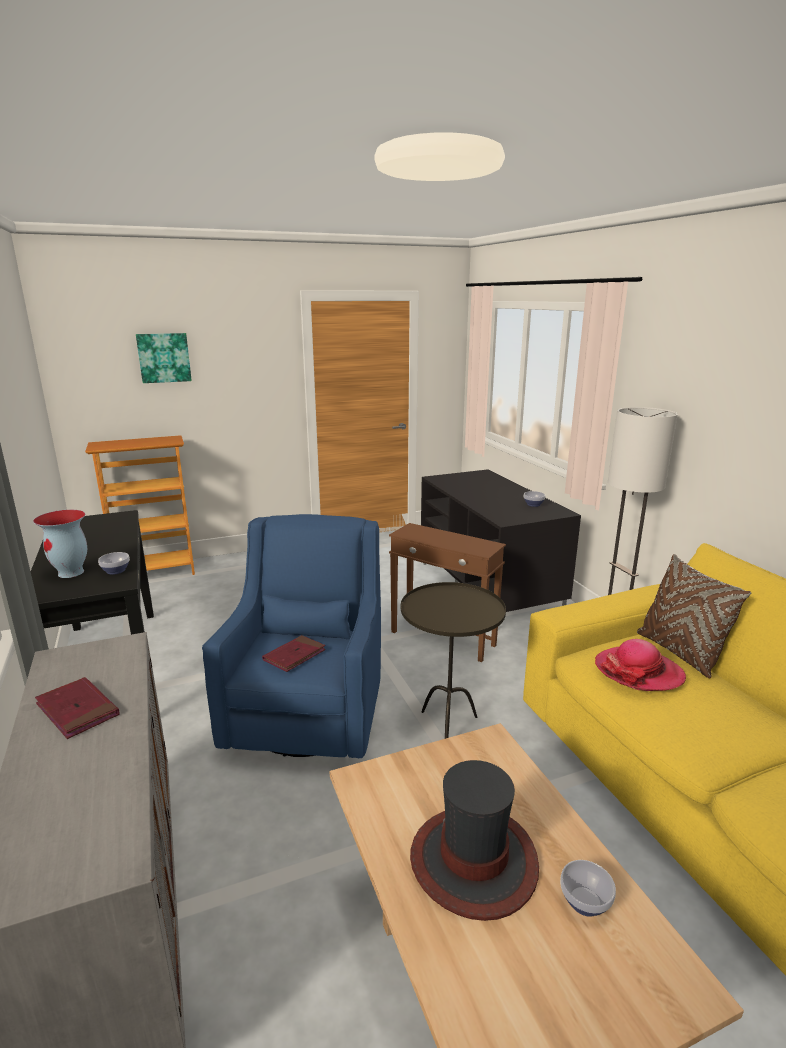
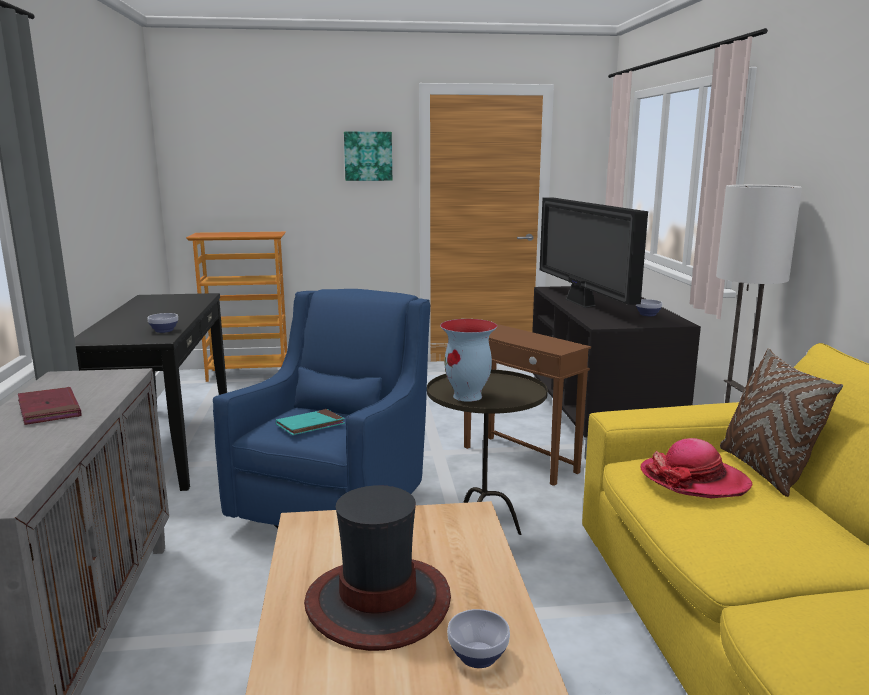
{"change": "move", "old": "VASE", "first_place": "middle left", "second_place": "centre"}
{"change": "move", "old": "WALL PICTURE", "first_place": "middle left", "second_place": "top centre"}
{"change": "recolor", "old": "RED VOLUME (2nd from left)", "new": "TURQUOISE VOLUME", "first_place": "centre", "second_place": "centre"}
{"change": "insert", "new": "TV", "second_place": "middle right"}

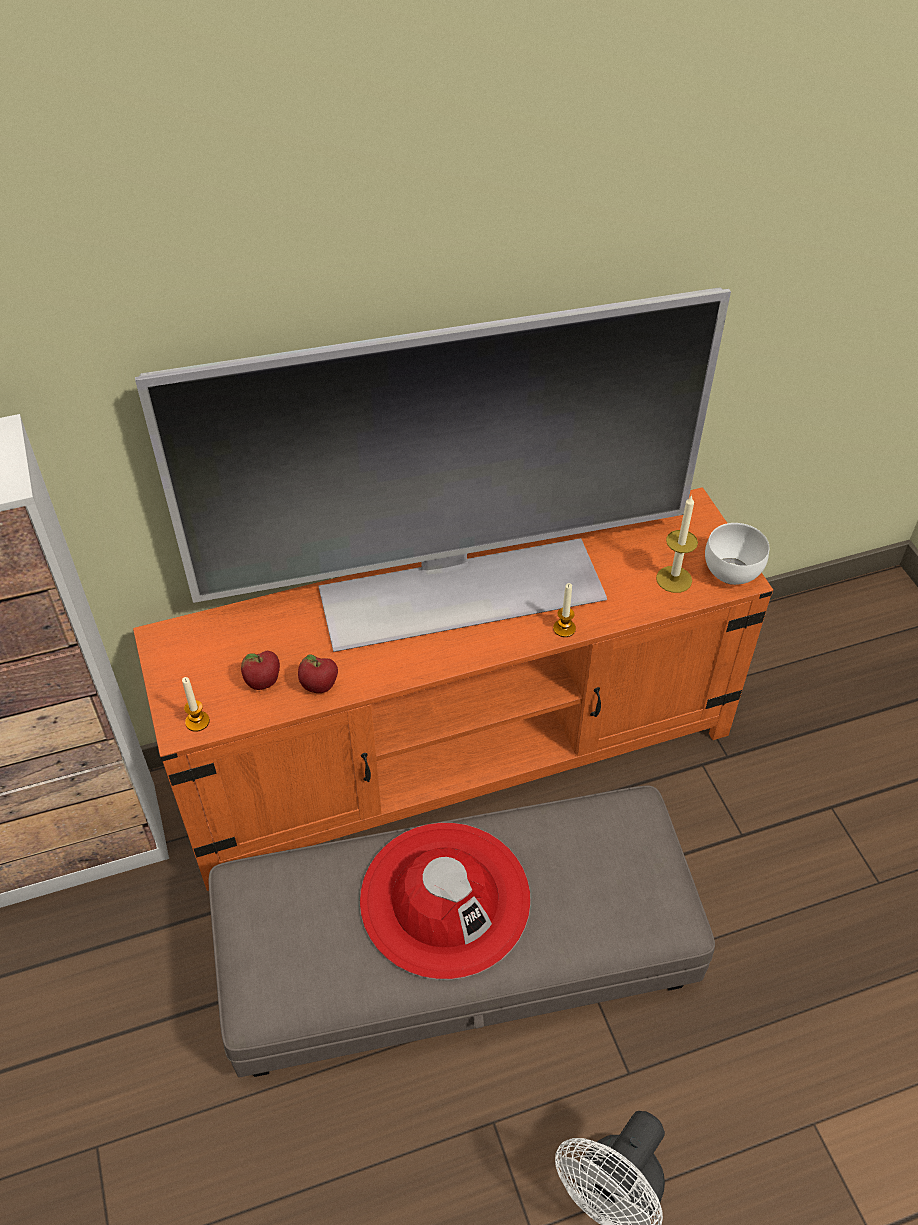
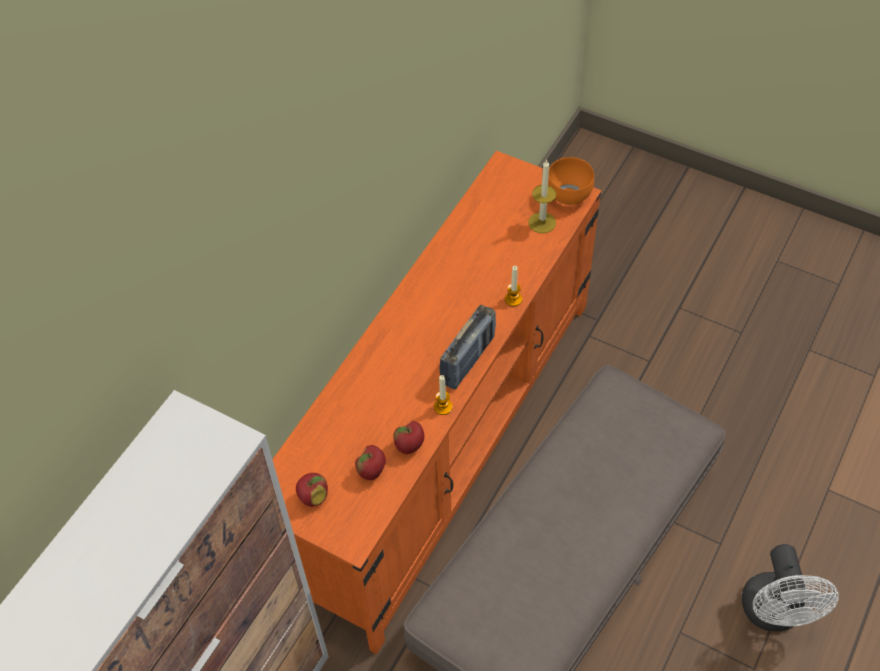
{"change": "delete", "old": "TV", "first_place": "centre"}
{"change": "move", "old": "WAX CANDLE (1st from left)", "first_place": "middle left", "second_place": "centre"}
{"change": "delete", "old": "RED WEARABLE HAT", "first_place": "bottom centre"}
{"change": "recolor", "old": "WHITE-COLOURED DEEP DISH", "new": "ORANGE DEEP DISH", "first_place": "middle right", "second_place": "top centre"}
{"change": "insert", "new": "APPLE FRUIT (1st from left)", "second_place": "bottom centre"}
{"change": "insert", "new": "RADIO", "second_place": "centre"}

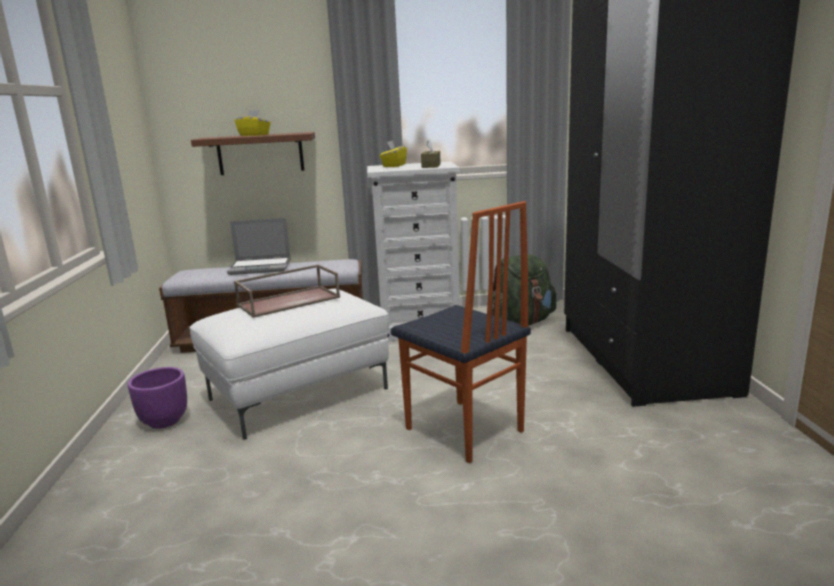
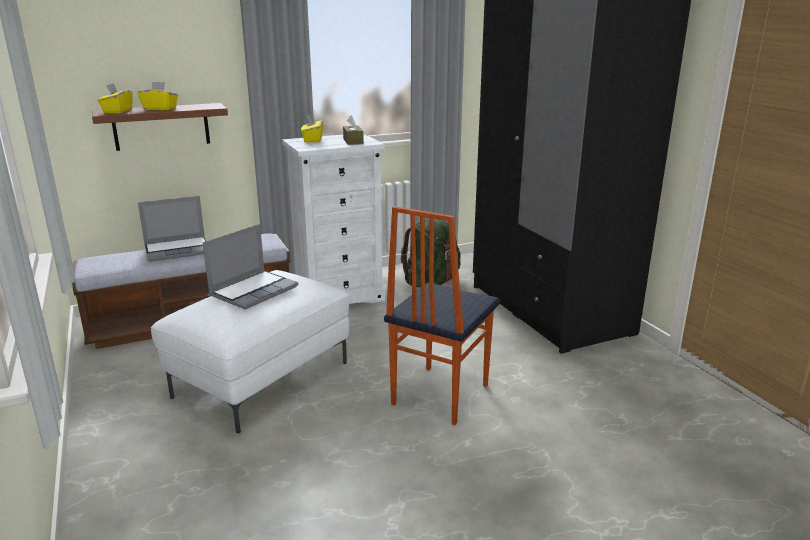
{"change": "delete", "old": "PURPLISH PLANT POT", "first_place": "bottom left"}
{"change": "replace", "old": "BROWNISH TRAY", "new": "PORTABLE COMPUTER (2nd from left)", "first_place": "centre", "second_place": "middle left"}
{"change": "rotate", "old": "PLAIN CHAIR", "first_place": "centre", "second_place": "centre", "degrees": 90}
{"change": "insert", "new": "YELLOWISH TISSUE HOLDER (1st from left)", "second_place": "top left"}

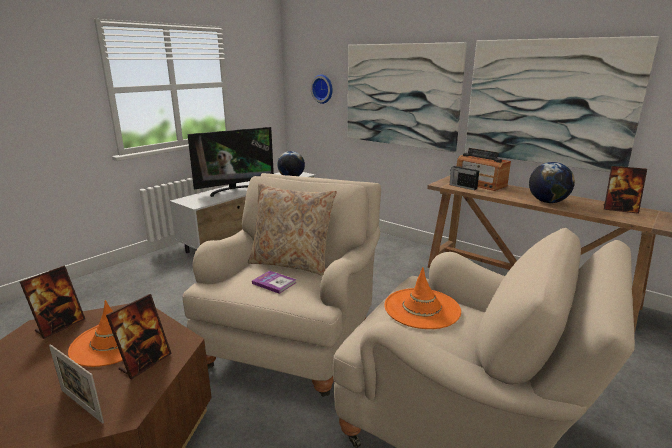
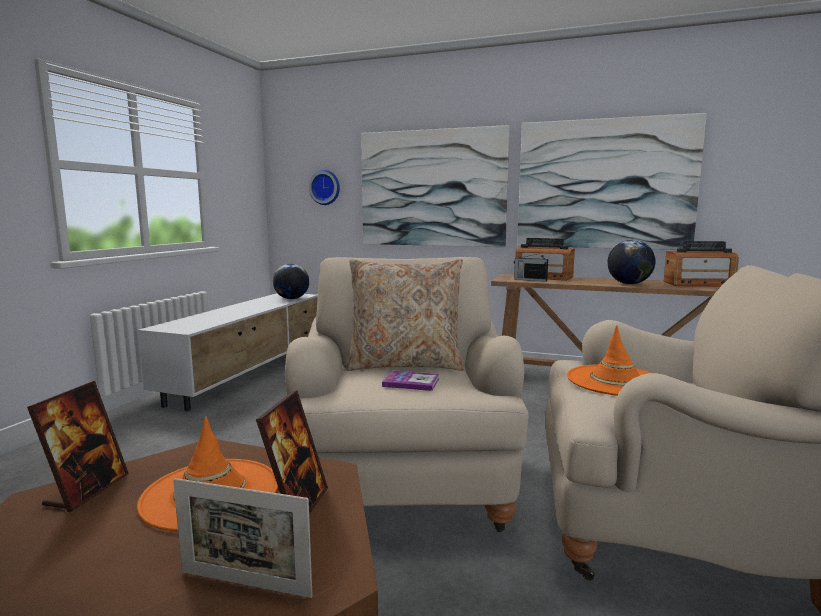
{"change": "delete", "old": "TV", "first_place": "centre"}
{"change": "replace", "old": "PICTURE FRAME (4th from left)", "new": "RADIO (3rd from left)", "first_place": "middle right", "second_place": "middle right"}

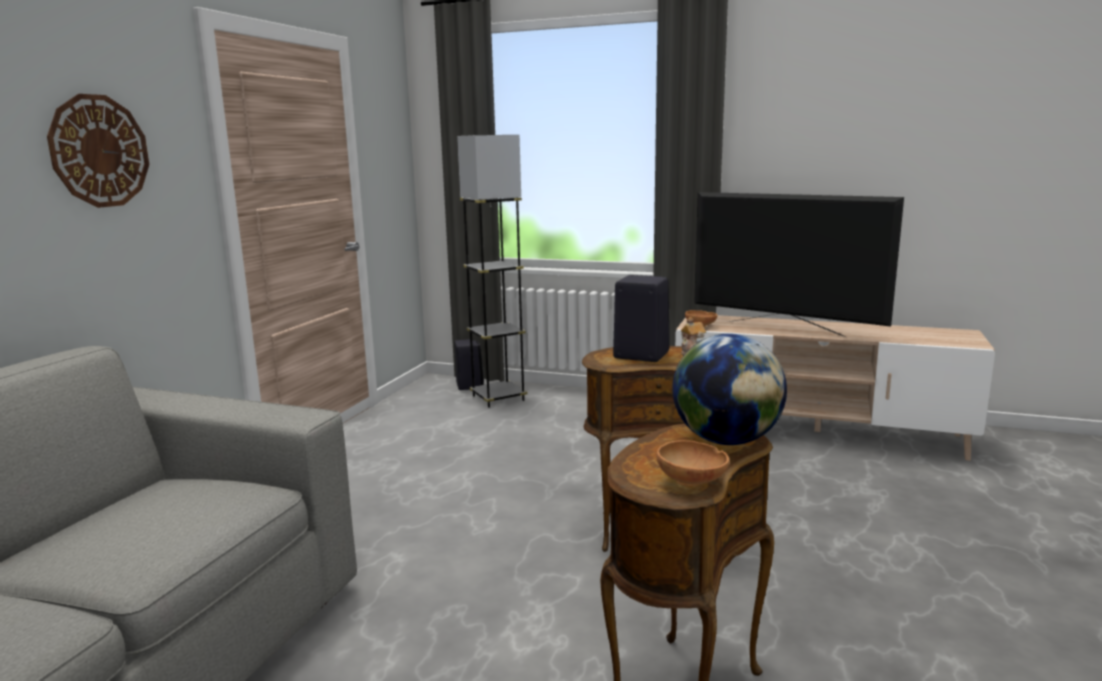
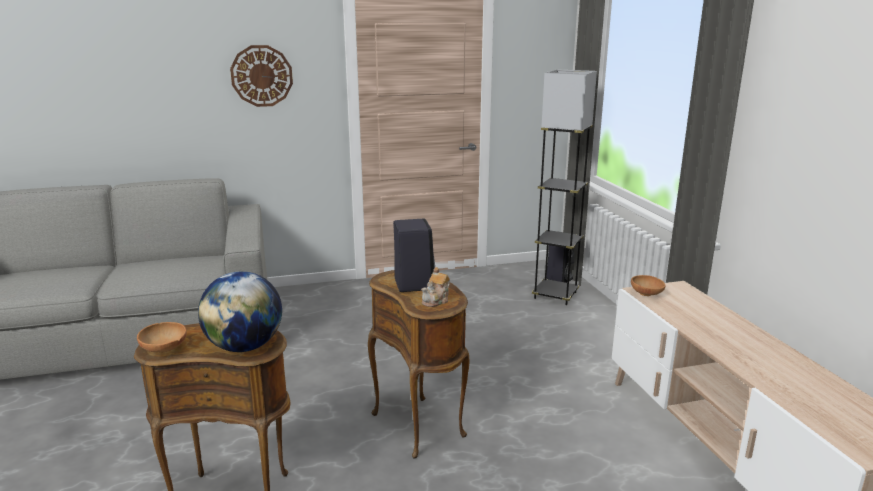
{"change": "delete", "old": "TV", "first_place": "middle right"}

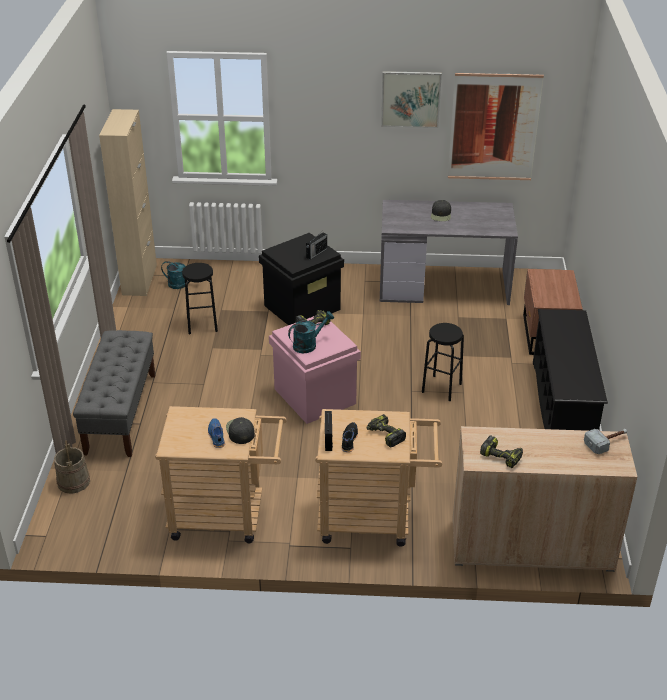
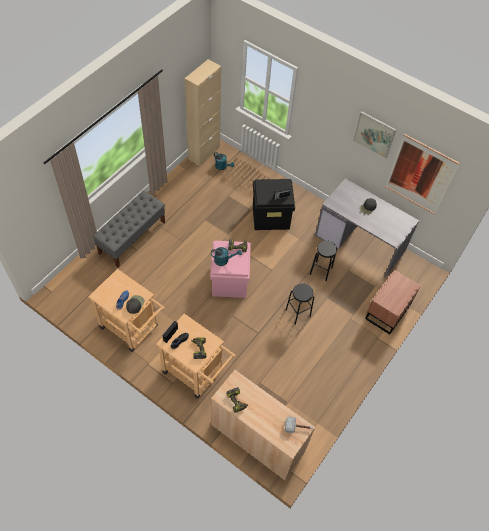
{"change": "delete", "old": "SAND-COLOURED WATER BUCKET", "first_place": "bottom left"}
{"change": "move", "old": "BLACK-COLOURED STOOL SEAT (1st from left in the first image)", "new": "BLACK-COLOURED STOOL SEAT (2nd from left)", "first_place": "middle left", "second_place": "centre"}
{"change": "delete", "old": "BLACK-COLOURED SHOE RACK", "first_place": "middle right"}

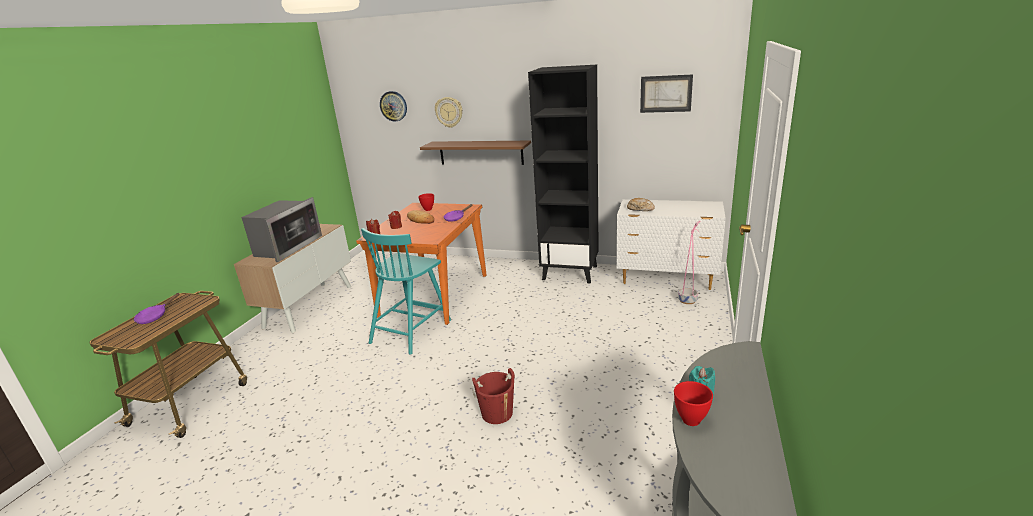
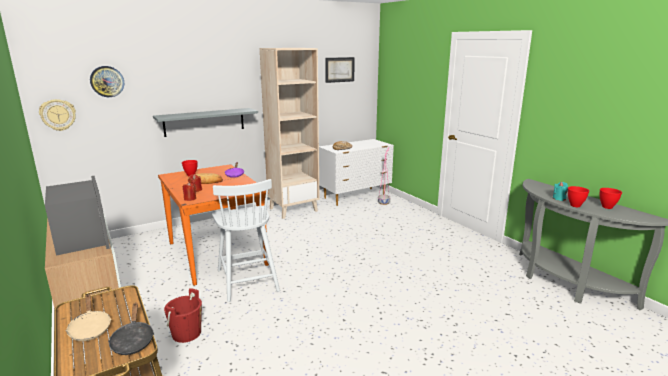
{"change": "recolor", "old": "PURPLISH PAN (1st from left)", "new": "SAND-COLOURED PAN", "first_place": "middle left", "second_place": "bottom left"}
{"change": "recolor", "old": "TURQUOISE PLAIN CHAIR", "new": "WHITE-COLOURED PLAIN CHAIR", "first_place": "centre", "second_place": "centre"}
{"change": "recolor", "old": "BROWNISH WALL SHELF", "new": "GRAY WALL SHELF", "first_place": "top centre", "second_place": "top left"}
{"change": "move", "old": "CLOCK ON THE WALL (2nd from left in the first image)", "new": "CLOCK ON THE WALL (1st from left)", "first_place": "top centre", "second_place": "top left"}
{"change": "move", "old": "RED WATER BUCKET", "first_place": "bottom centre", "second_place": "bottom left"}
{"change": "recolor", "old": "BLACK-COLOURED BOOKCASE", "new": "SAND-COLOURED BOOKCASE", "first_place": "centre", "second_place": "centre"}
{"change": "insert", "new": "BLACK-COLOURED PAN", "second_place": "bottom left"}
{"change": "insert", "new": "RED DEEP DISH (3rd from left)", "second_place": "middle right"}

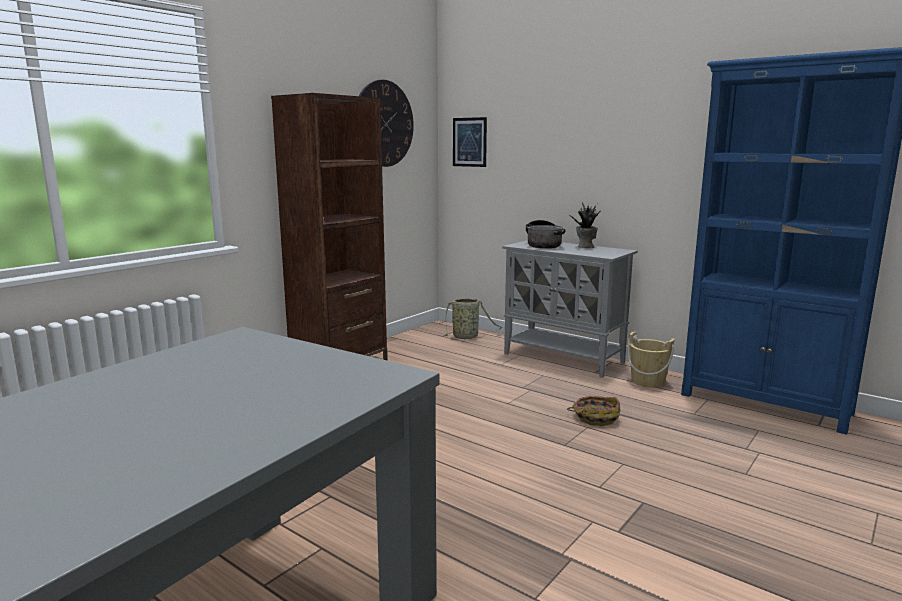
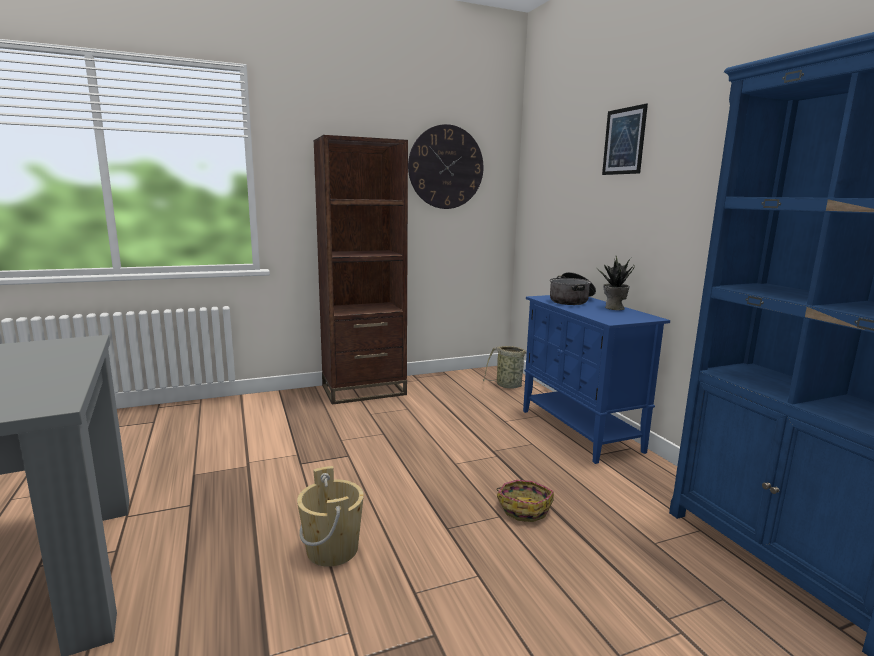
{"change": "move", "old": "WALL PICTURE", "first_place": "top centre", "second_place": "top right"}
{"change": "recolor", "old": "GRAY STORAGE CABINET", "new": "BLUE STORAGE CABINET", "first_place": "centre", "second_place": "middle right"}
{"change": "move", "old": "SAND-COLOURED WATER BUCKET", "first_place": "middle right", "second_place": "bottom centre"}

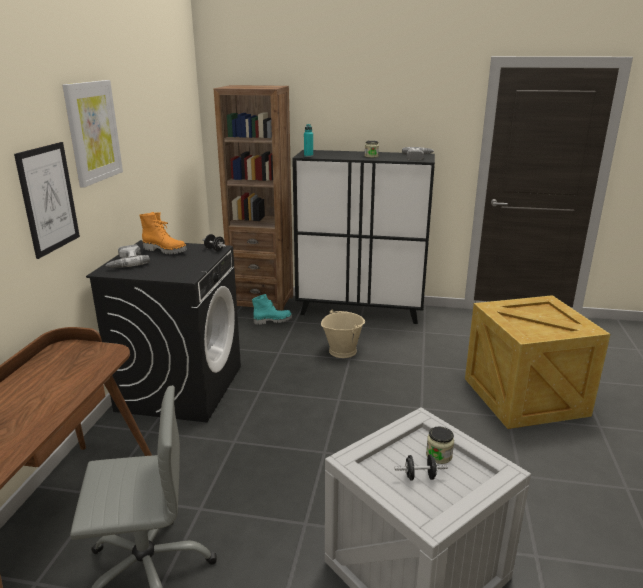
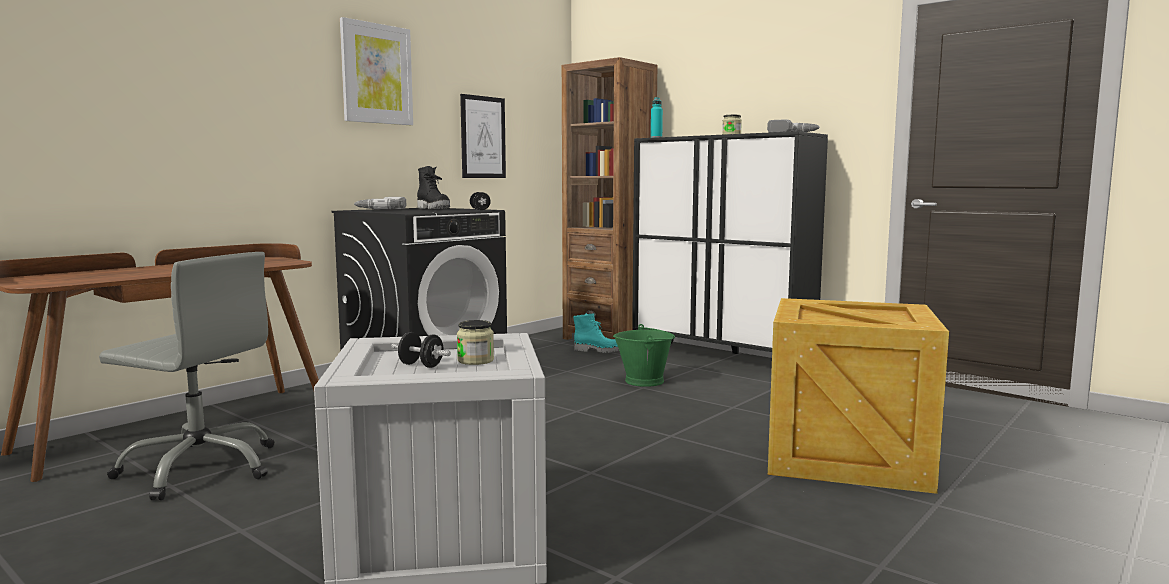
{"change": "move", "old": "WALL PICTURE (1st from left in the first image)", "new": "WALL PICTURE (2nd from left)", "first_place": "middle left", "second_place": "top centre"}
{"change": "recolor", "old": "ORANGE BOOT", "new": "BLACK-COLOURED BOOT", "first_place": "middle left", "second_place": "top centre"}
{"change": "recolor", "old": "SAND-COLOURED WATER BUCKET", "new": "GREEN-COLOURED WATER BUCKET", "first_place": "centre", "second_place": "centre"}

